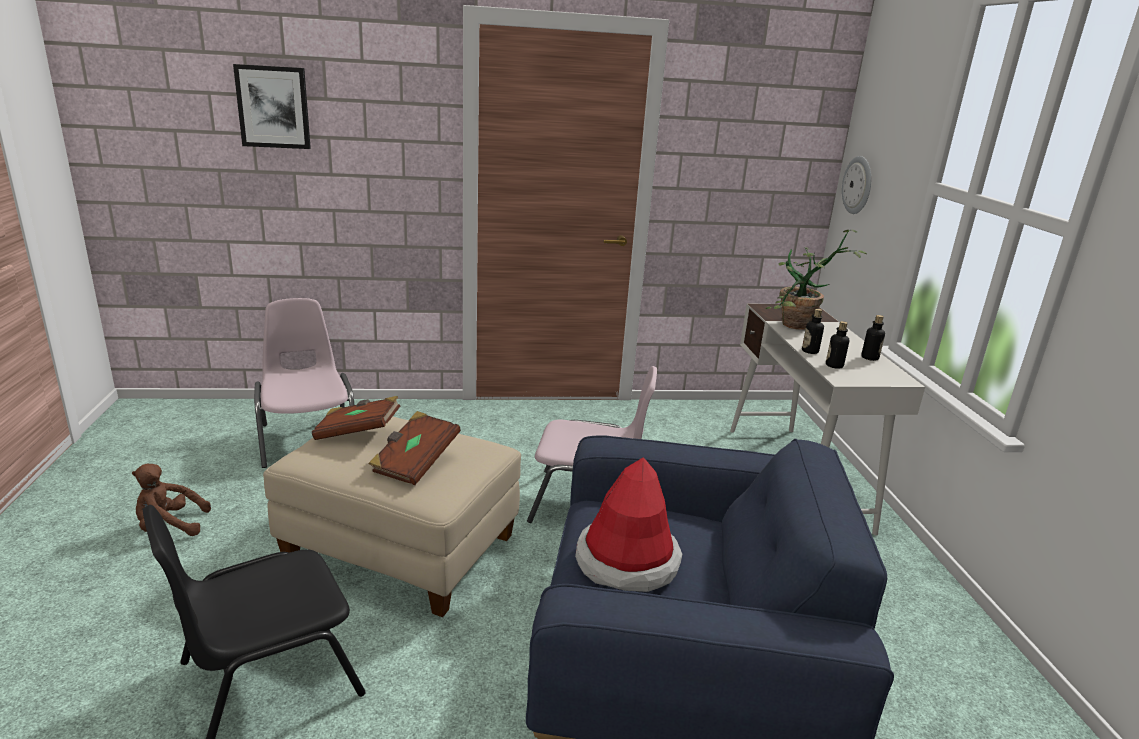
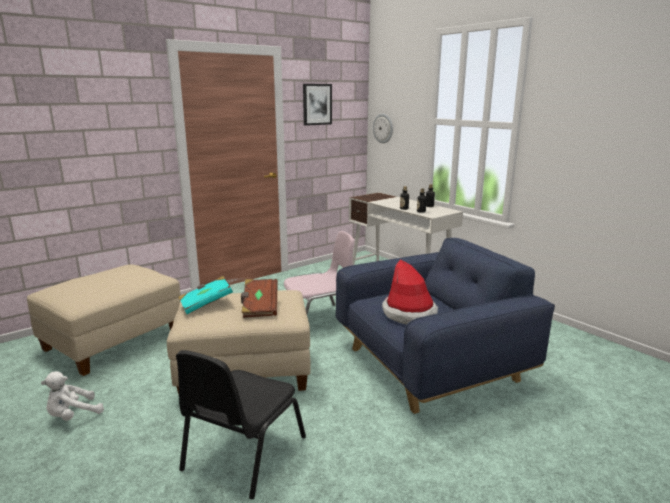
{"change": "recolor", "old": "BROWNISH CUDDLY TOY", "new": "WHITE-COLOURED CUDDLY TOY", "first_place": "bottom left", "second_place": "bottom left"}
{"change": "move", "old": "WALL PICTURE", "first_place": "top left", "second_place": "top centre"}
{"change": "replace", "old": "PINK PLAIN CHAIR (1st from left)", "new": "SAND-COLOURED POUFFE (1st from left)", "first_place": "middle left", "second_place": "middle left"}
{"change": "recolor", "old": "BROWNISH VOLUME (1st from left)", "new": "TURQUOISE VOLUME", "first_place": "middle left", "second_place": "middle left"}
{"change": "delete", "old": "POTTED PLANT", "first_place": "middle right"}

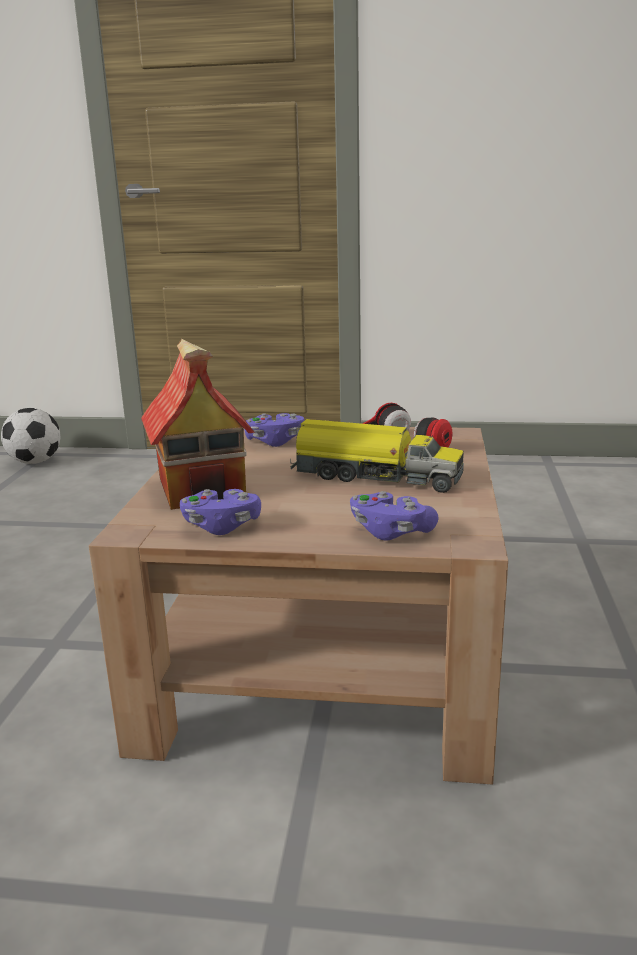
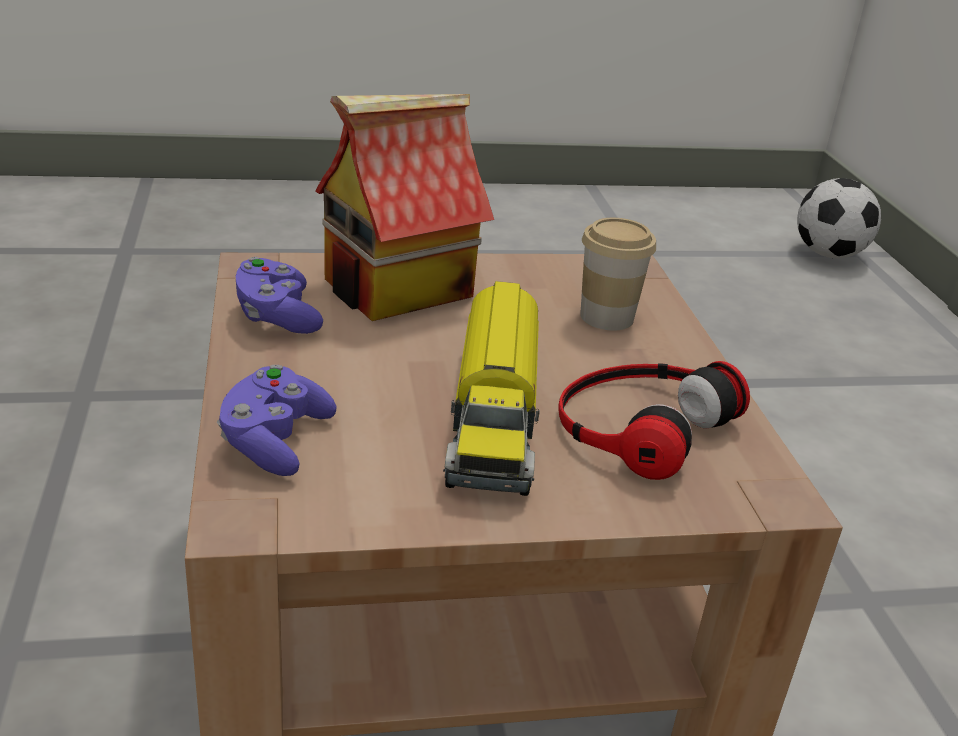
{"change": "replace", "old": "PURPLISH JOYPAD (2nd from left)", "new": "SMALL CUP", "first_place": "centre", "second_place": "centre"}

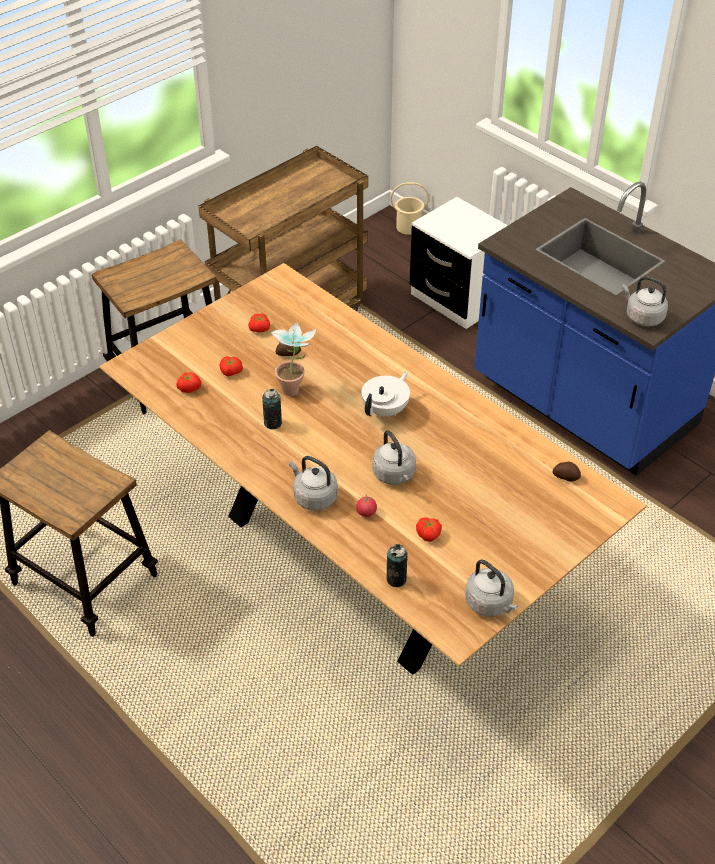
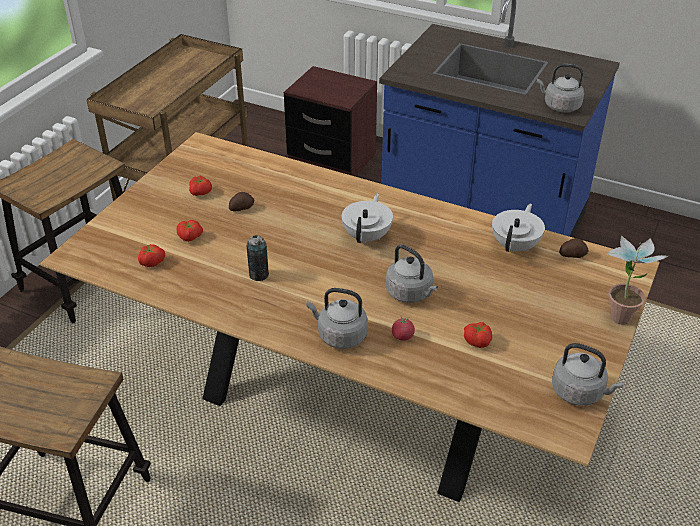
{"change": "move", "old": "POTTED PLANT", "first_place": "centre", "second_place": "middle right"}
{"change": "delete", "old": "METAL CAN (2nd from left)", "first_place": "centre"}
{"change": "delete", "old": "SAND-COLOURED WATER BUCKET", "first_place": "top centre"}
{"change": "recolor", "old": "WHITE-COLOURED NIGHTSTAND", "new": "BROWNISH NIGHTSTAND", "first_place": "top centre", "second_place": "top centre"}
{"change": "insert", "new": "WHITE-COLOURED POT FOR TEA (2nd from left)", "second_place": "middle right"}

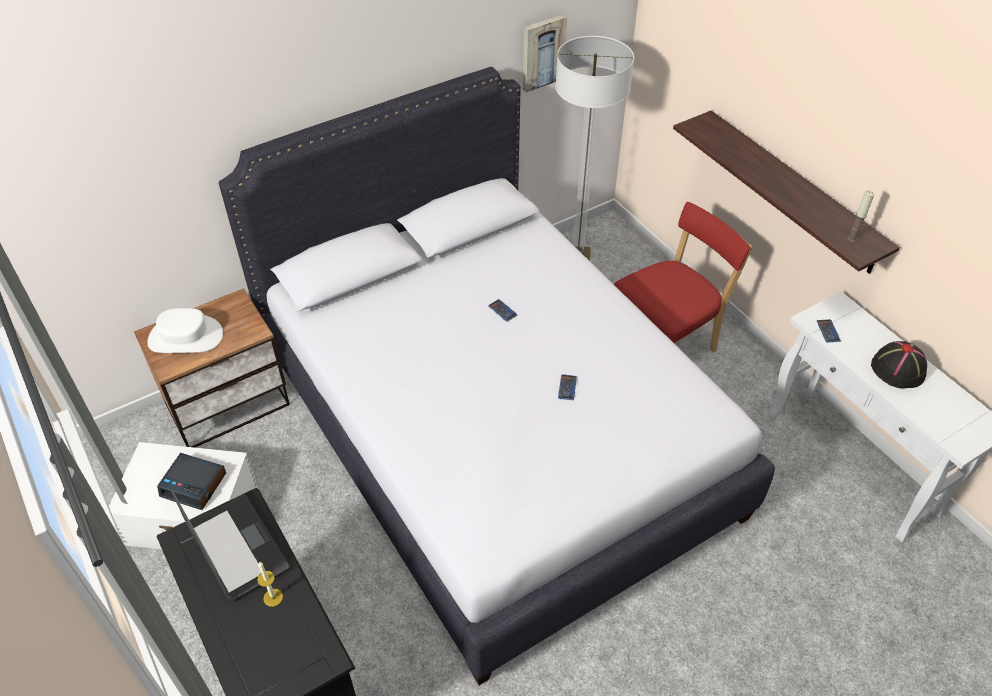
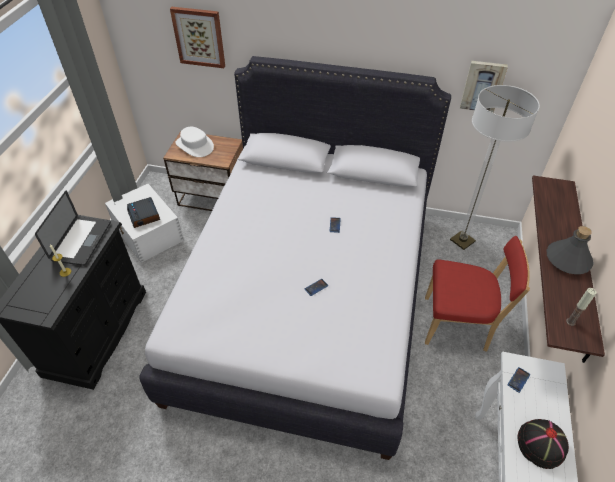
{"change": "insert", "new": "WALL PICTURE (1st from left)", "second_place": "top left"}
{"change": "insert", "new": "GRAY BEVERAGE BOTTLE", "second_place": "middle right"}

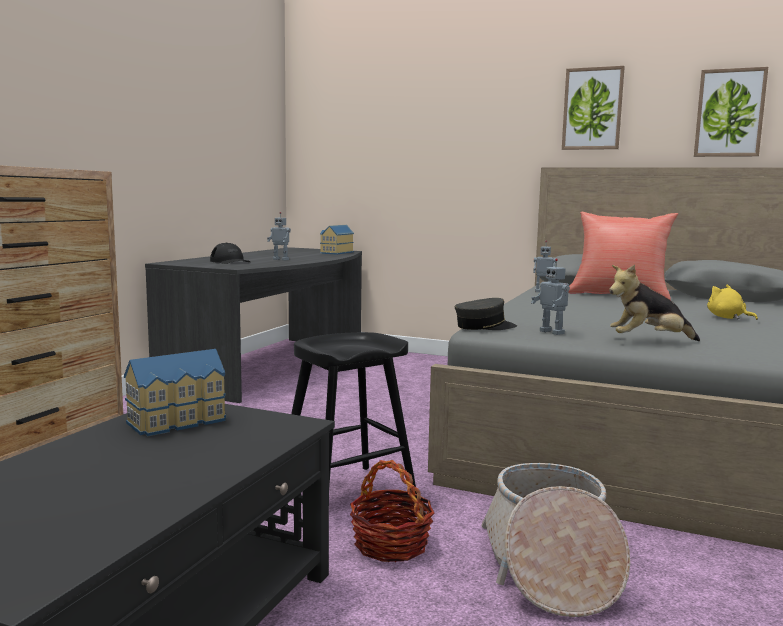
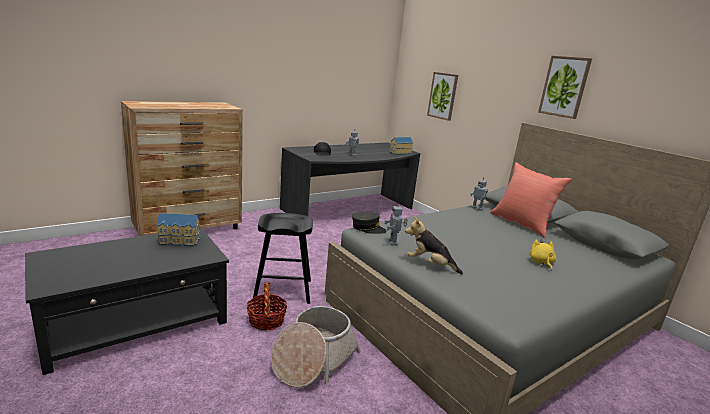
{"change": "move", "old": "WALL PICTURE (2nd from left in the first image)", "new": "WALL PICTURE (1st from left)", "first_place": "top right", "second_place": "top centre"}

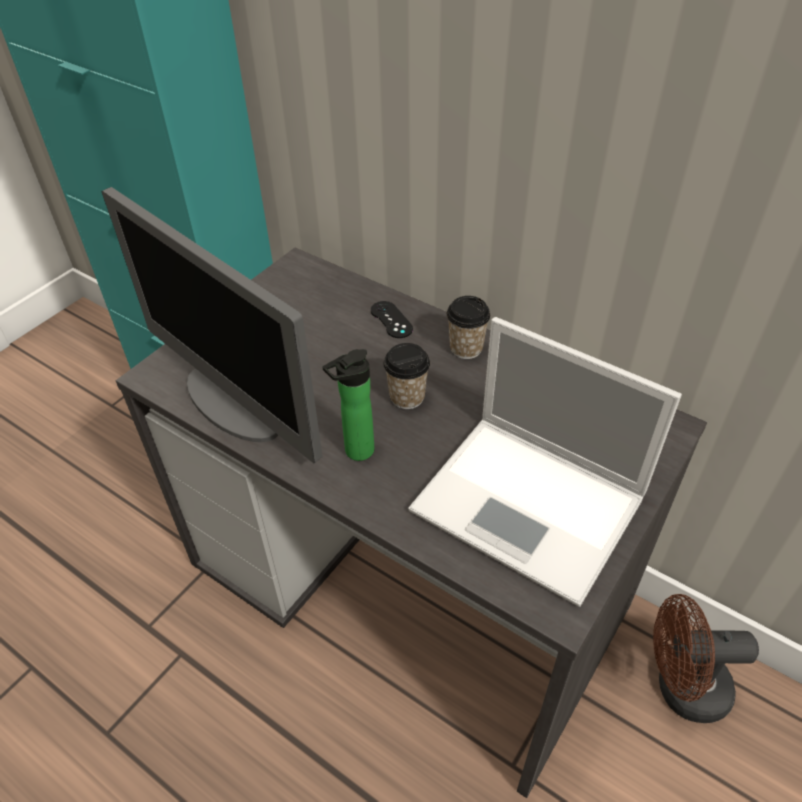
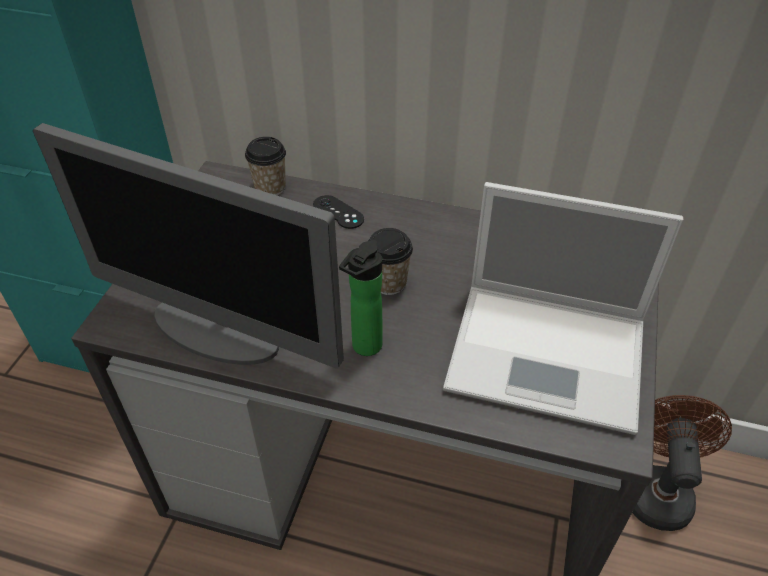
{"change": "move", "old": "SMALL CUP (2nd from left in the first image)", "new": "SMALL CUP (1st from left)", "first_place": "centre", "second_place": "top centre"}
{"change": "rotate", "old": "BROWNISH ELECTRIC FAN", "first_place": "bottom right", "second_place": "bottom right", "degrees": 120}

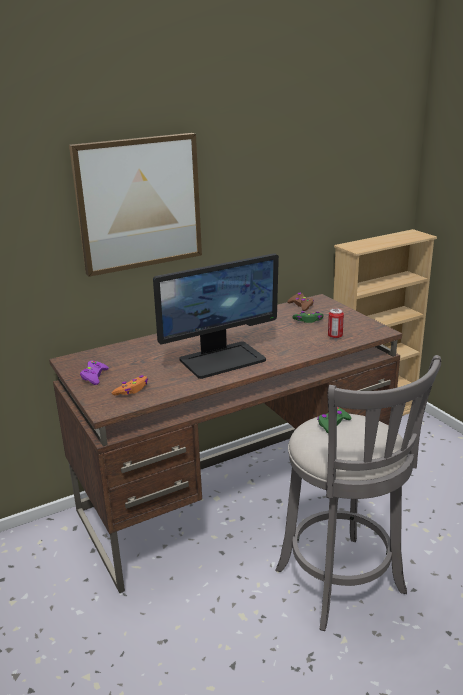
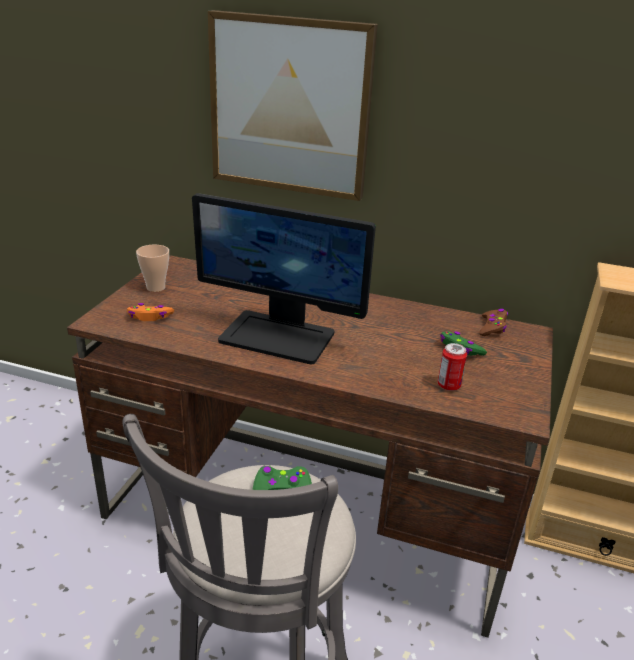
{"change": "replace", "old": "PURPLISH JOYPAD", "new": "SMALL CUP", "first_place": "middle left", "second_place": "middle left"}

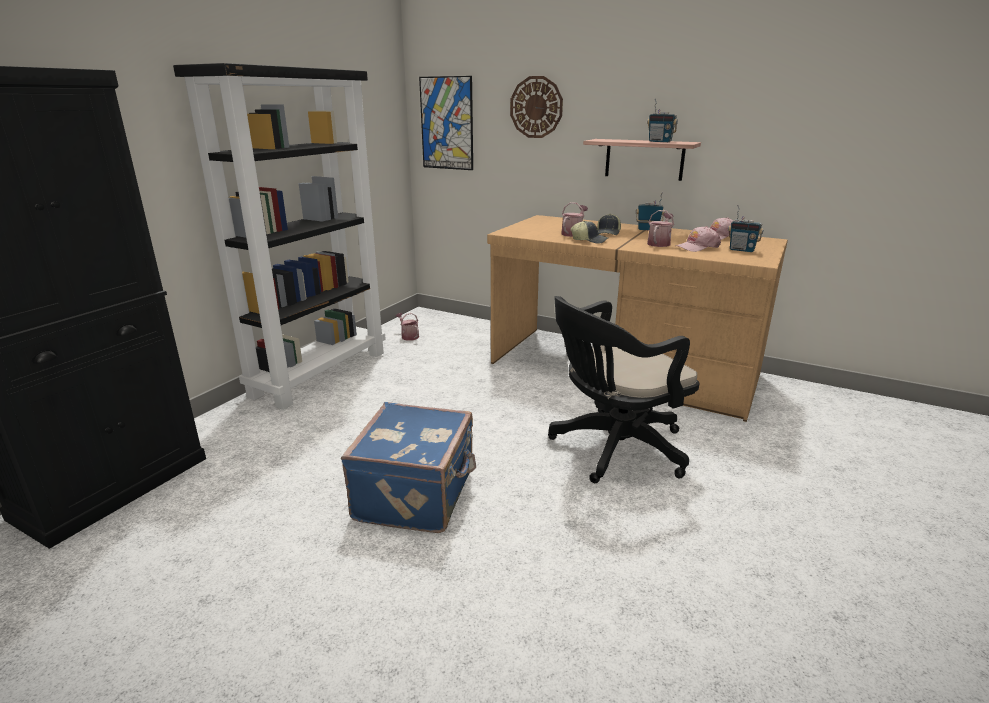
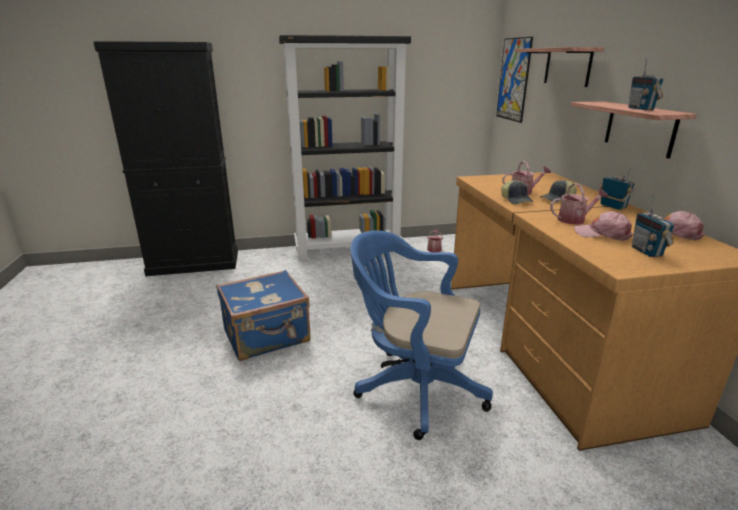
{"change": "replace", "old": "CLOCK ON THE WALL", "new": "WALL SHELF (1st from left)", "first_place": "top centre", "second_place": "top right"}
{"change": "recolor", "old": "BLACK-COLOURED DESK CHAIR", "new": "BLUE DESK CHAIR", "first_place": "centre", "second_place": "centre"}

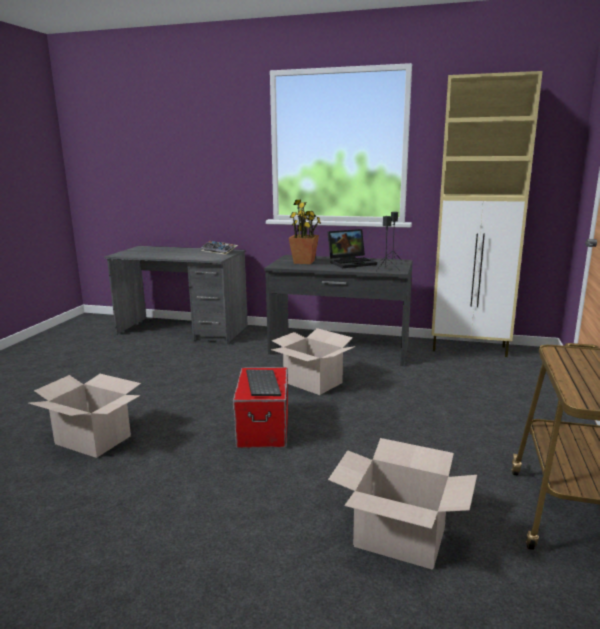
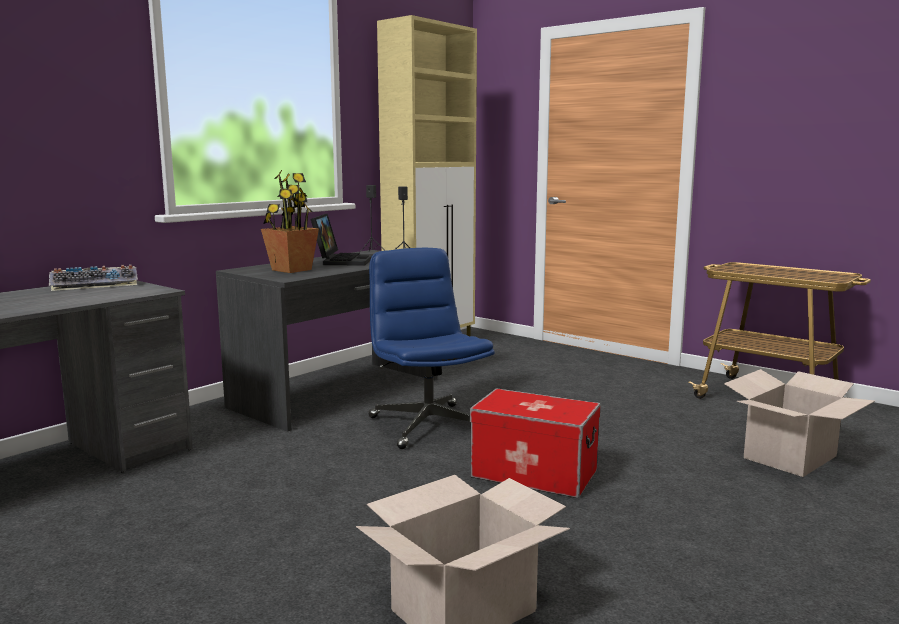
{"change": "delete", "old": "COMPUTER KEYBOARD (2nd from left)", "first_place": "centre"}
{"change": "replace", "old": "CARTON (2nd from left)", "new": "BLUE DESK CHAIR", "first_place": "centre", "second_place": "centre"}

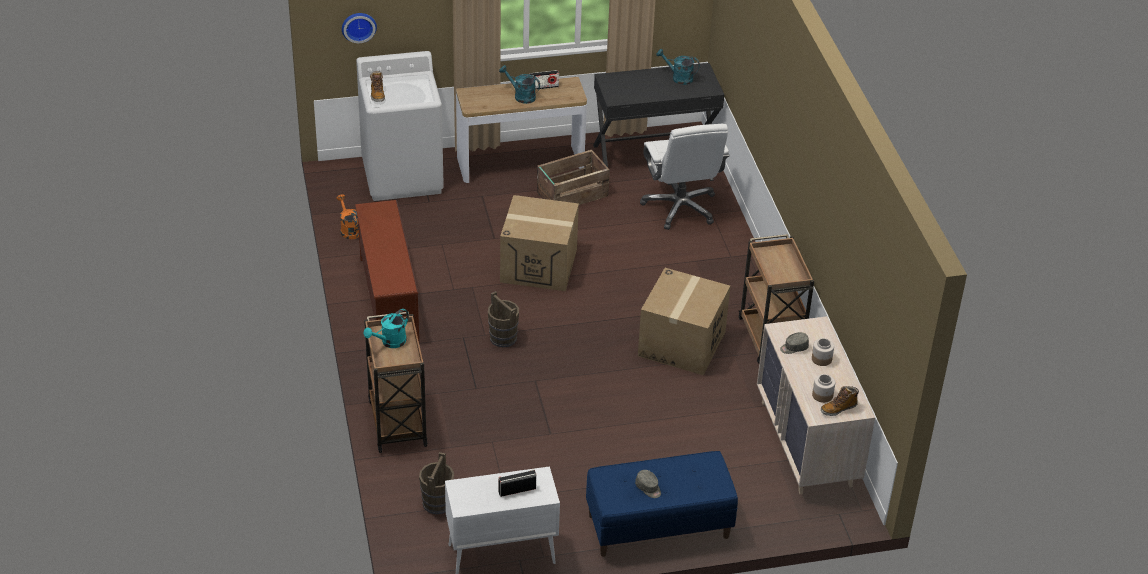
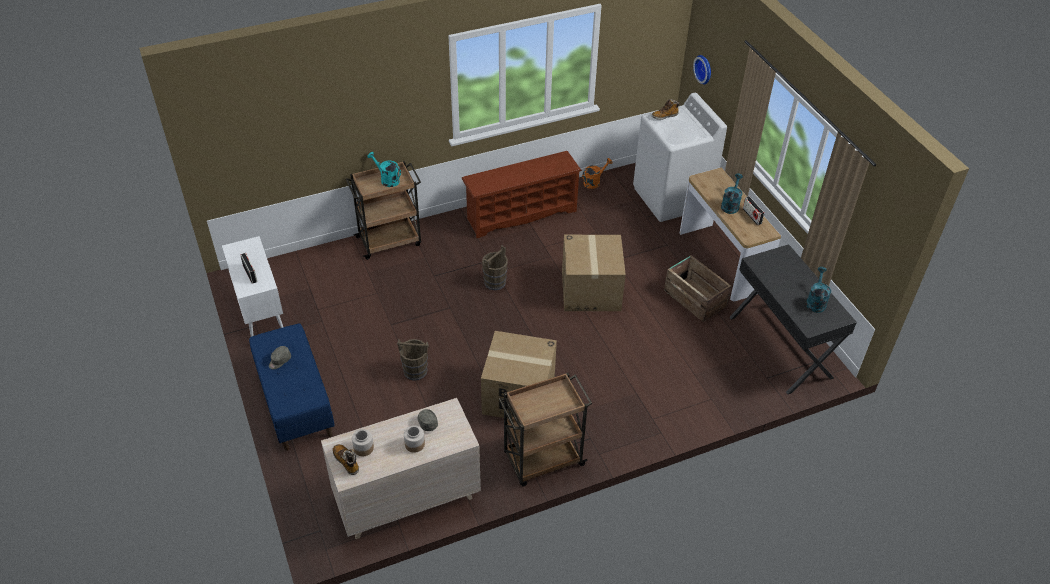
{"change": "move", "old": "BROWNISH WATER BUCKET (1st from left)", "first_place": "bottom centre", "second_place": "centre"}
{"change": "delete", "old": "WHITE-COLOURED DESK CHAIR", "first_place": "top centre"}

